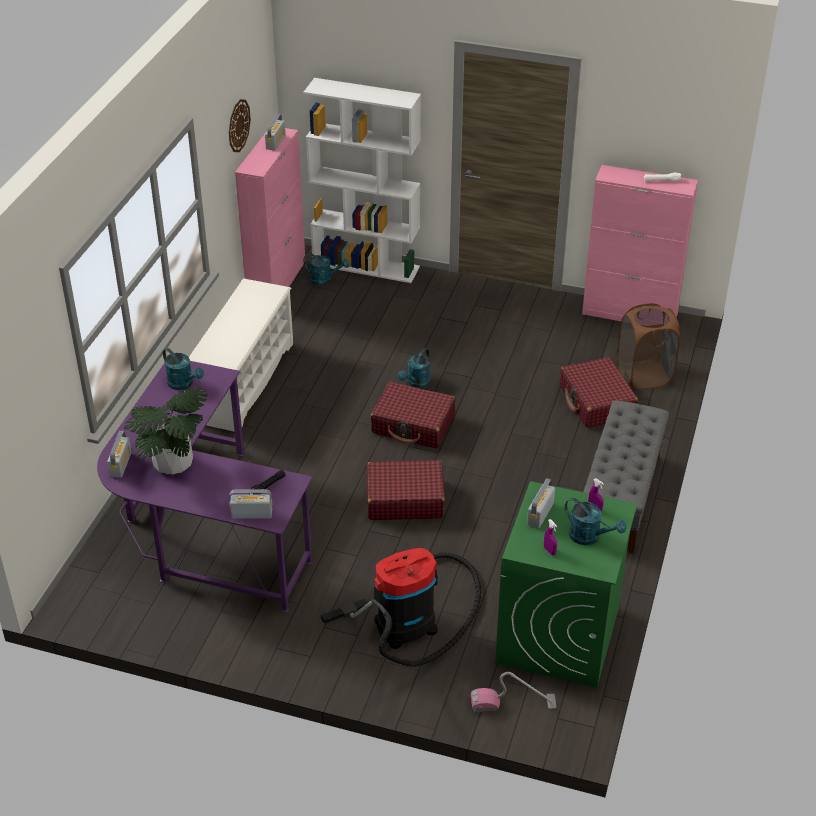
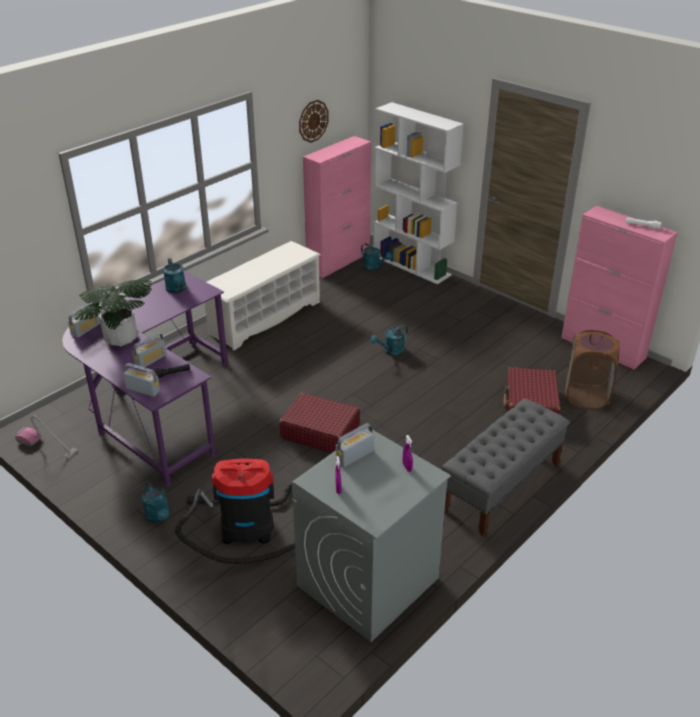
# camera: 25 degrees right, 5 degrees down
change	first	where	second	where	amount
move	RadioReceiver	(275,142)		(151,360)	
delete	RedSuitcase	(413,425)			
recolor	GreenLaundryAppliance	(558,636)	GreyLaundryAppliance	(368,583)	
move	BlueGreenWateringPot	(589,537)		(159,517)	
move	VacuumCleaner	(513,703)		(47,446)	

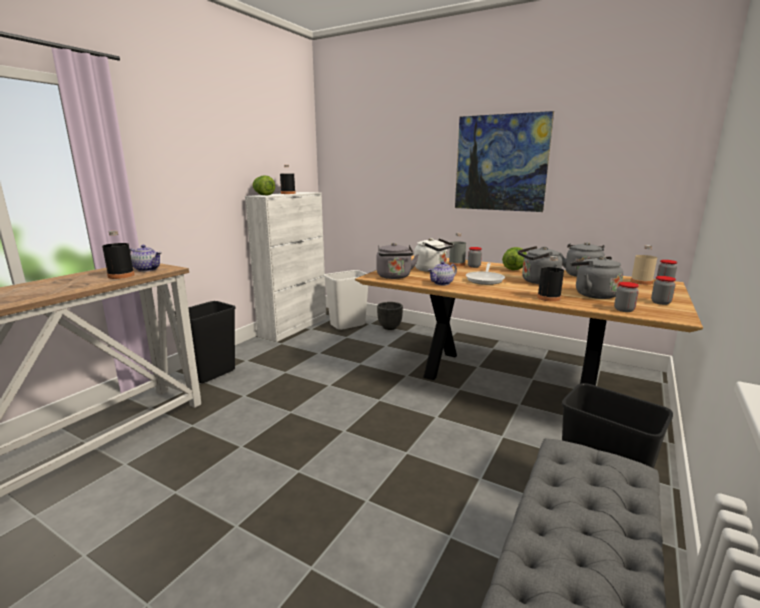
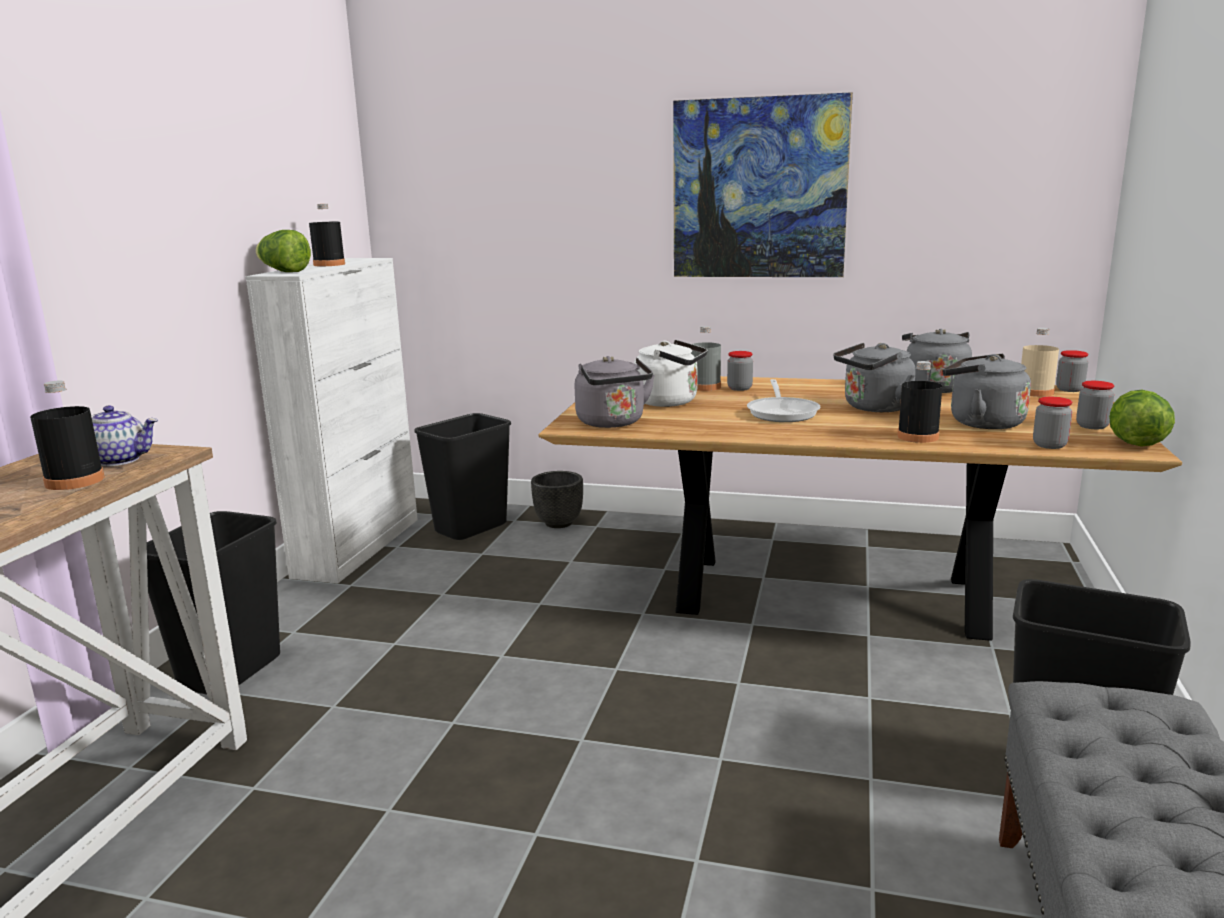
# camera: 15 degrees left, 0 degrees up
change	first	where	second	where	amount
move	LettuceHead	(514,269)		(1135,443)	
delete	TeaPot	(442,283)			
recolor	WhiteTrashCan	(347,325)	BlackColouredTrashCan	(470,528)	

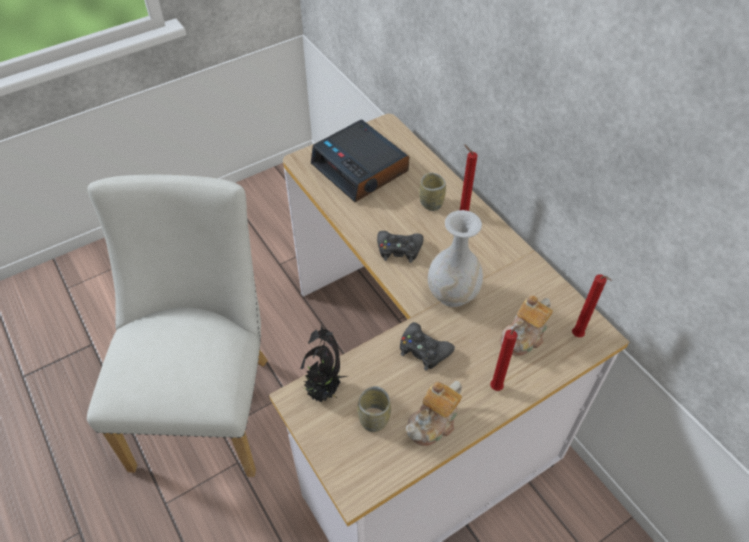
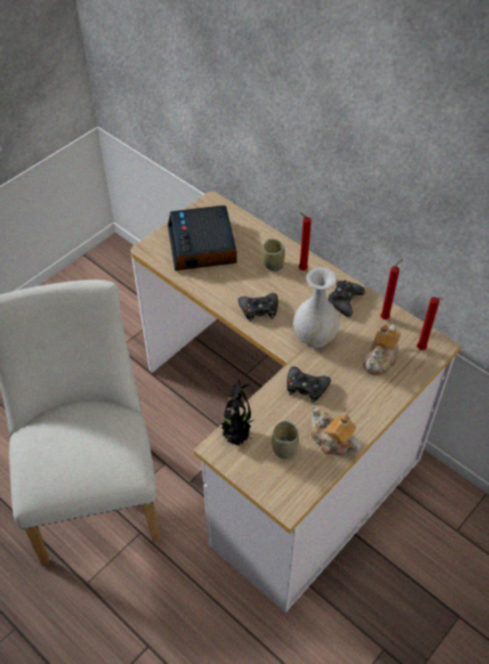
# camera: 15 degrees left, 0 degrees up
change	first	where	second	where	amount
rotate	AlarmClock	(361,168)		(203,246)	45 degrees clockwise
move	RedWaxLight	(498,387)		(386,317)	
rotate	TeaPot	(433,423)		(331,441)	105 degrees clockwise
insert			BlackColouredGamepad	(344,301)	

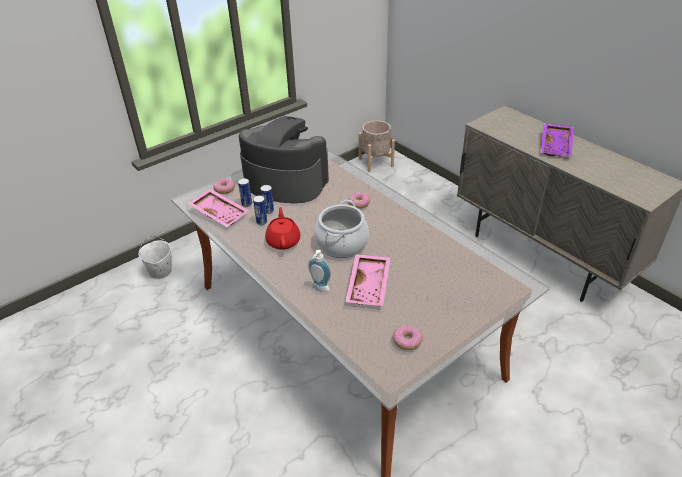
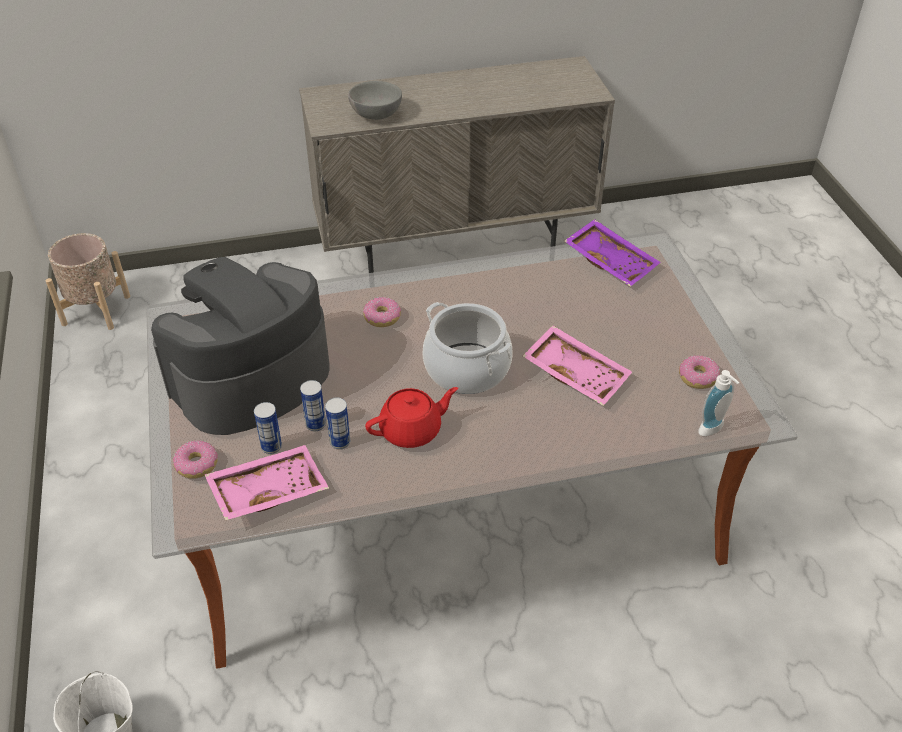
# camera: 65 degrees left, 5 degrees up
change	first	where	second	where	amount
move	PurpleTray	(556,146)		(611,261)	
rotate	RedTeaPot	(283,241)		(412,430)	135 degrees clockwise
move	SoapDispenser	(319,289)		(713,430)	
insert			GreyServingBowl	(374,115)	

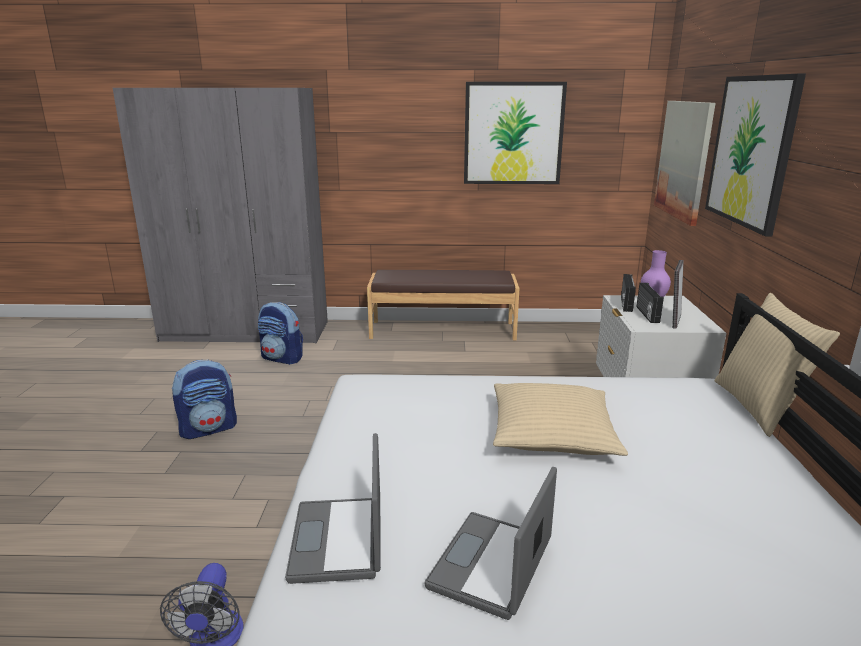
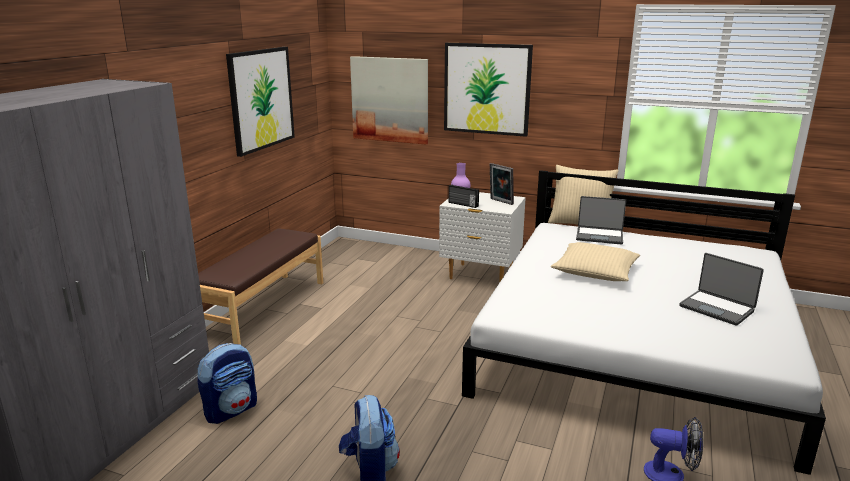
# camera: 70 degrees left, 0 degrees up
change	first	where	second	where	amount
delete	RadioReceiver	(646,314)			
move	PortableComputer	(340,540)		(599,236)	

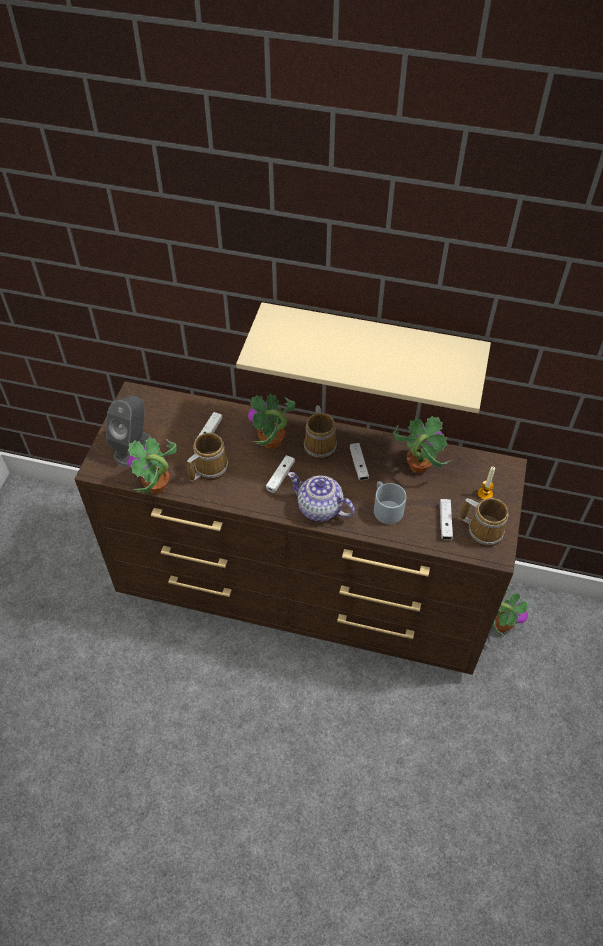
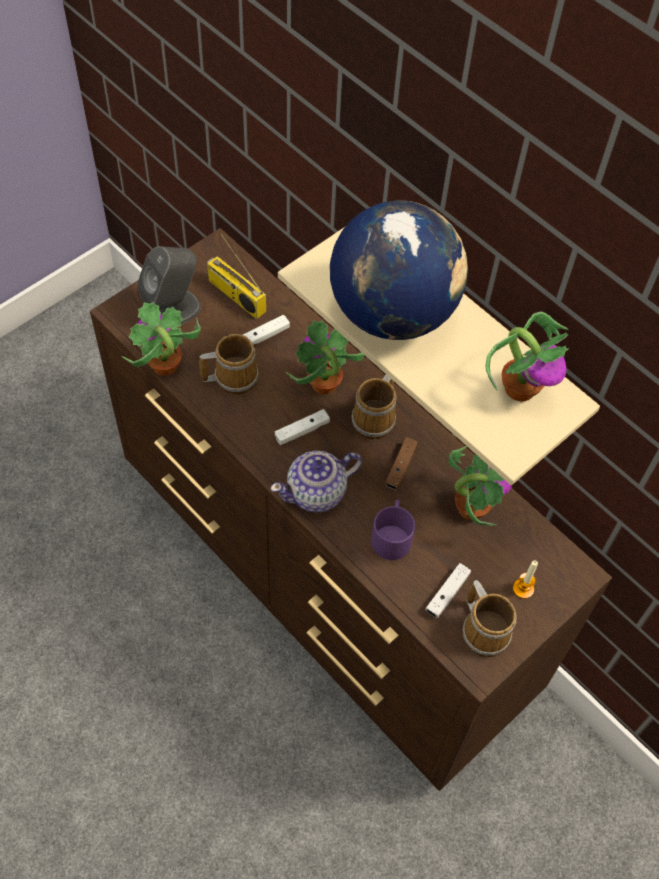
# camera: 30 degrees right, 5 degrees up
change	first	where	second	where	amount
recolor	WhiteGamepad	(358,465)	BrownGamepad	(400,467)	
rotate	TeaPot	(320,508)		(317,493)	90 degrees counterclockwise
recolor	GreyMug	(385,508)	PurpleMug	(391,535)	
move	PottedPlant	(501,624)		(520,387)	
insert			DeskGlobe	(393,313)	
insert			RadioReceiver	(235,296)	

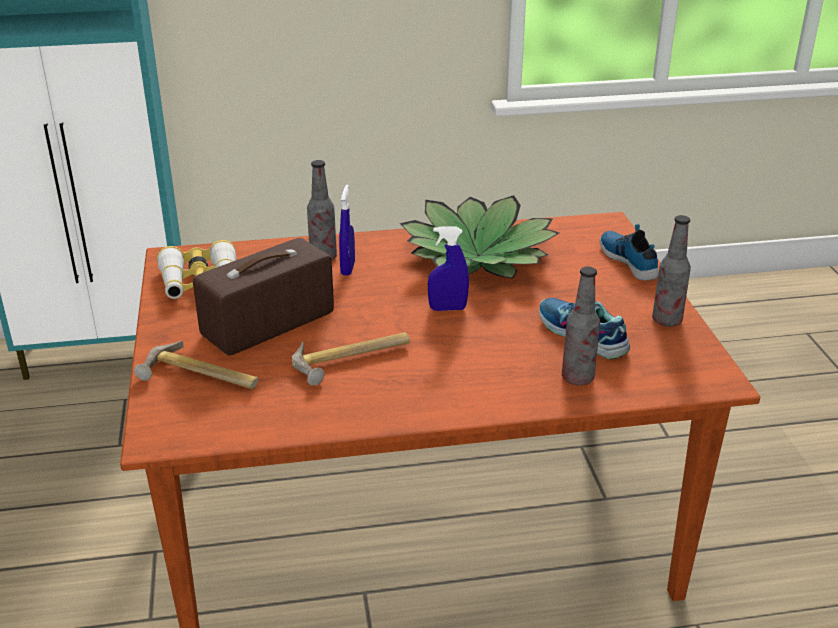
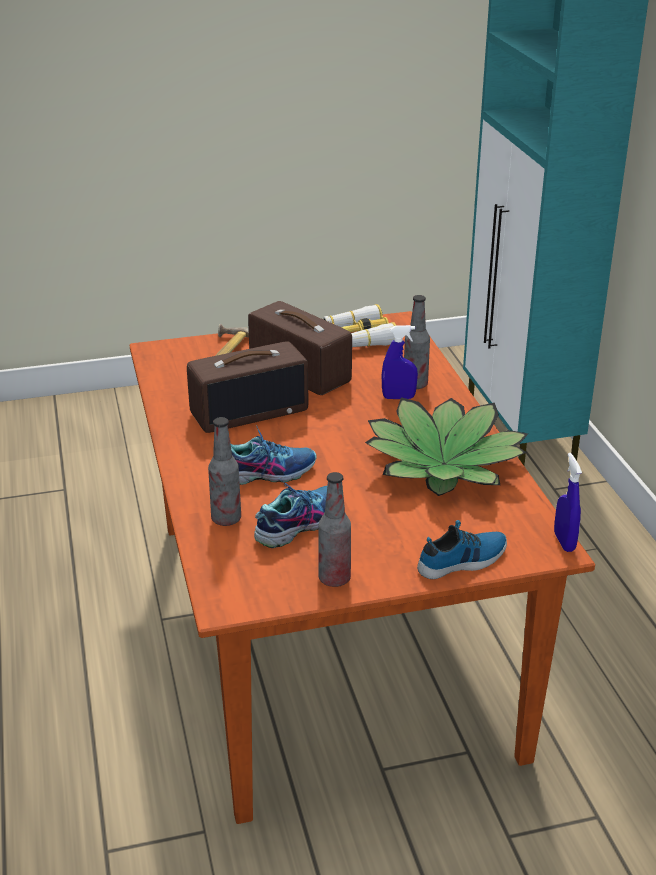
# camera: 85 degrees right, 0 degrees up
change	first	where	second	where	amount
move	BlueSprayer	(447,308)		(564,542)	
replace	ToolHammer	(353,360)	RadioReceiver	(249,411)	
insert			ItemOfFootwear	(266,472)	

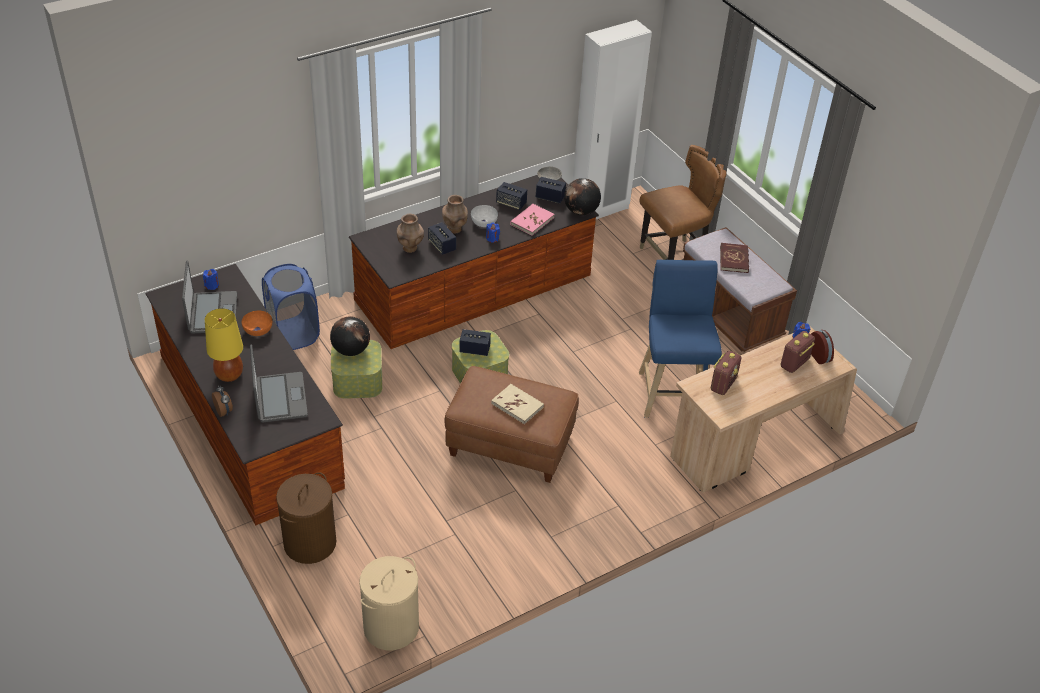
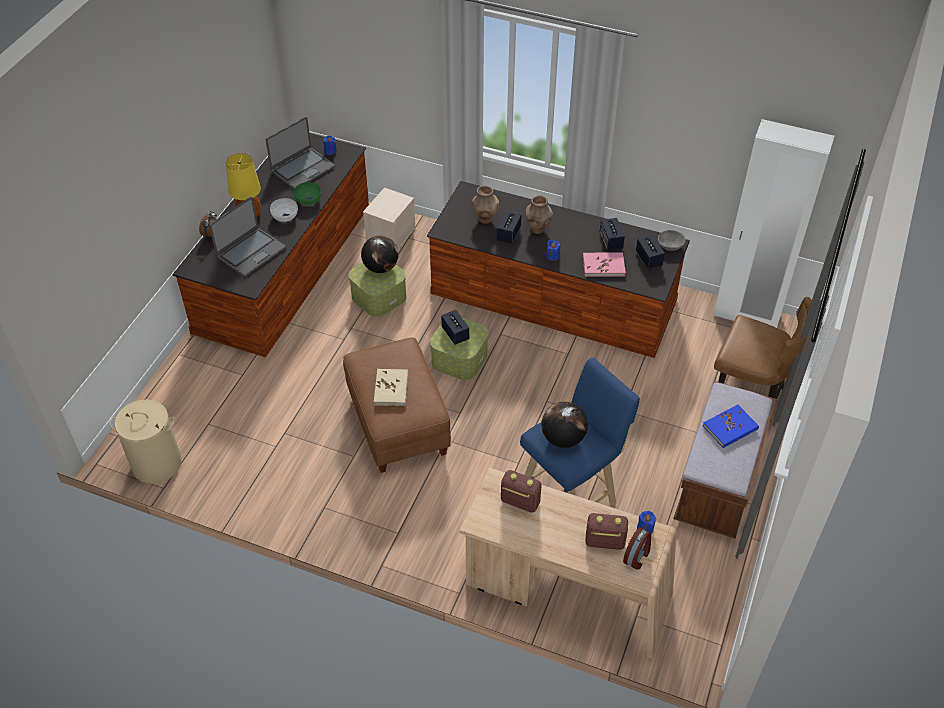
# camera: 55 degrees right, 5 degrees up
change	first	where	second	where	amount
move	DeskGlobe	(581,211)		(562,438)	
move	WhiteServingBowl	(483,223)		(284,216)	
recolor	RedVolume	(734,259)	BlueVolume	(730,428)	
replace	BlueWashingBasket	(293,334)	BeigeColouredStorageBox	(390,234)	
recolor	OrangeColouredServingBowl	(258,330)	GreenServingBowl	(308,200)	
rotate	RadioReceiver	(723,384)		(519,502)	150 degrees counterclockwise
delete	BrownWashingBasket	(310,543)			

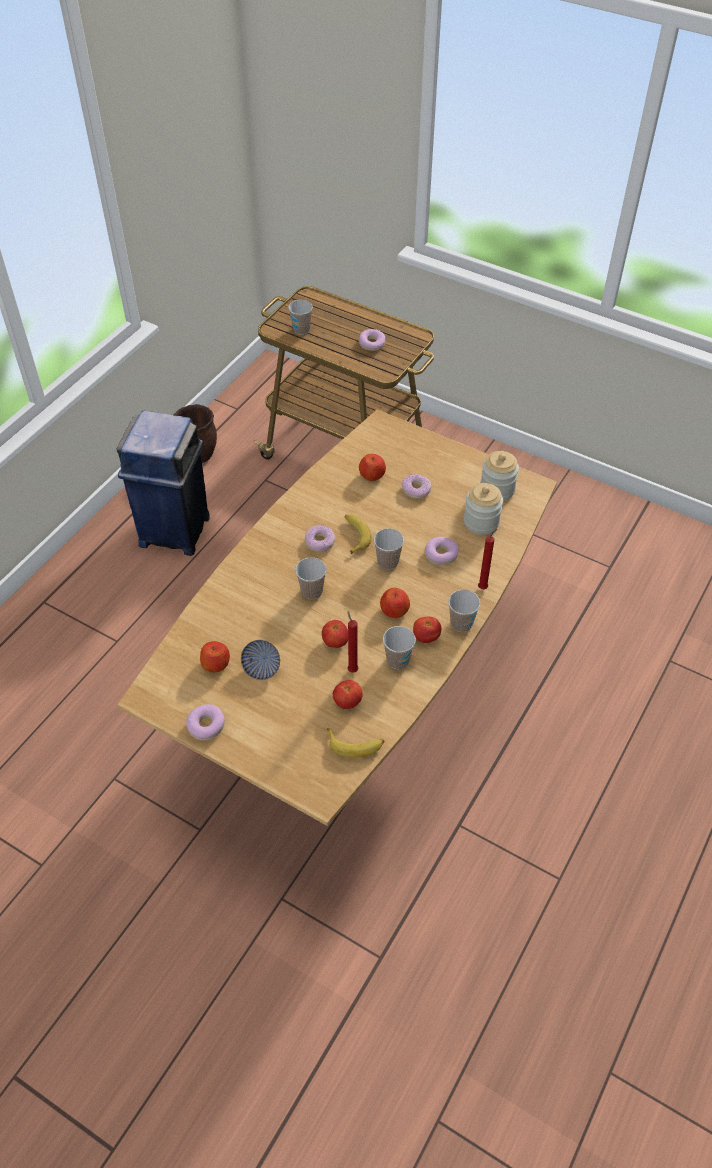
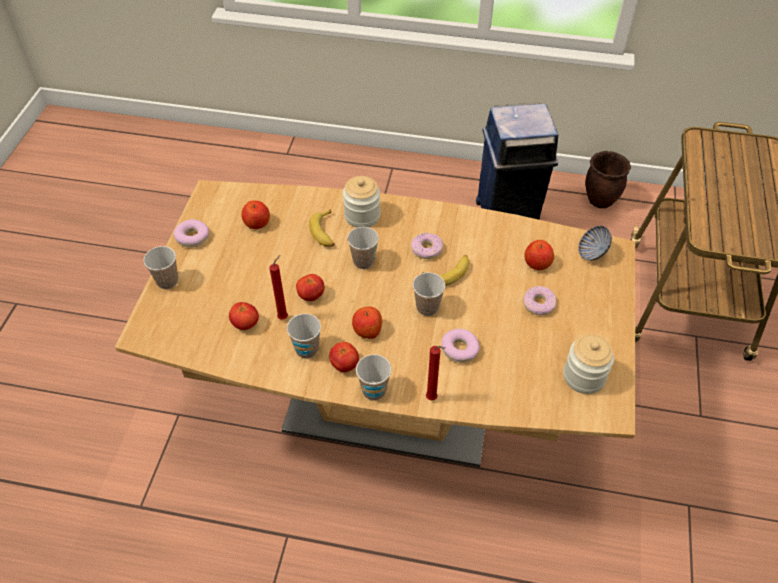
# camera: 70 degrees right, 0 degrees up
change	first	where	second	where	amount
move	SmallCup	(301,330)		(167,281)	
delete	Doughnut	(371,344)			
move	PreserveJar	(481,522)		(362,216)	
move	ServingBowl	(261,668)		(592,253)	
move	BananaFruit	(355,745)		(325,232)	

